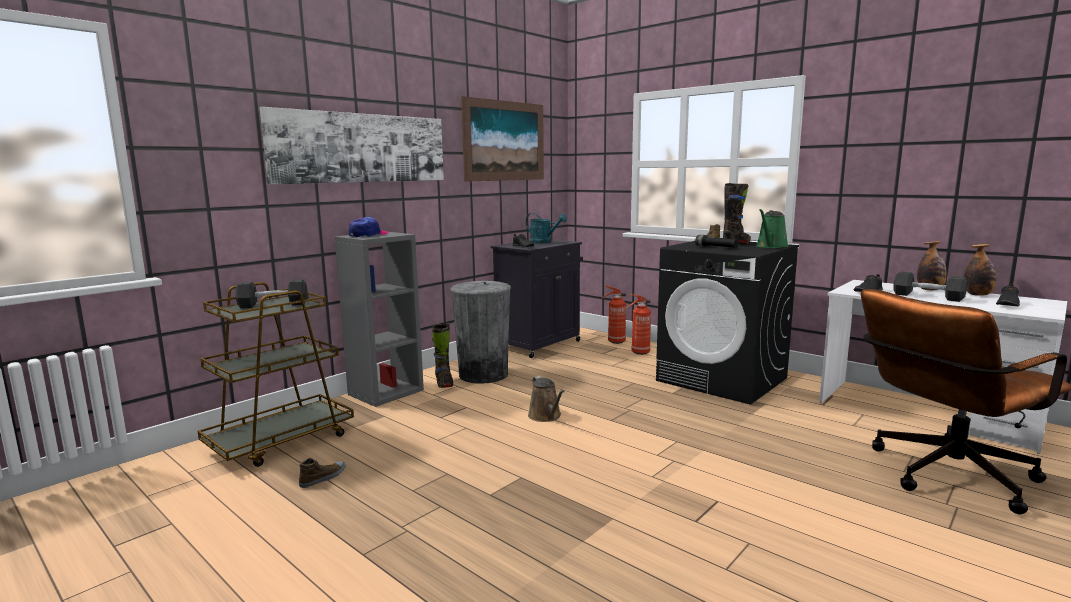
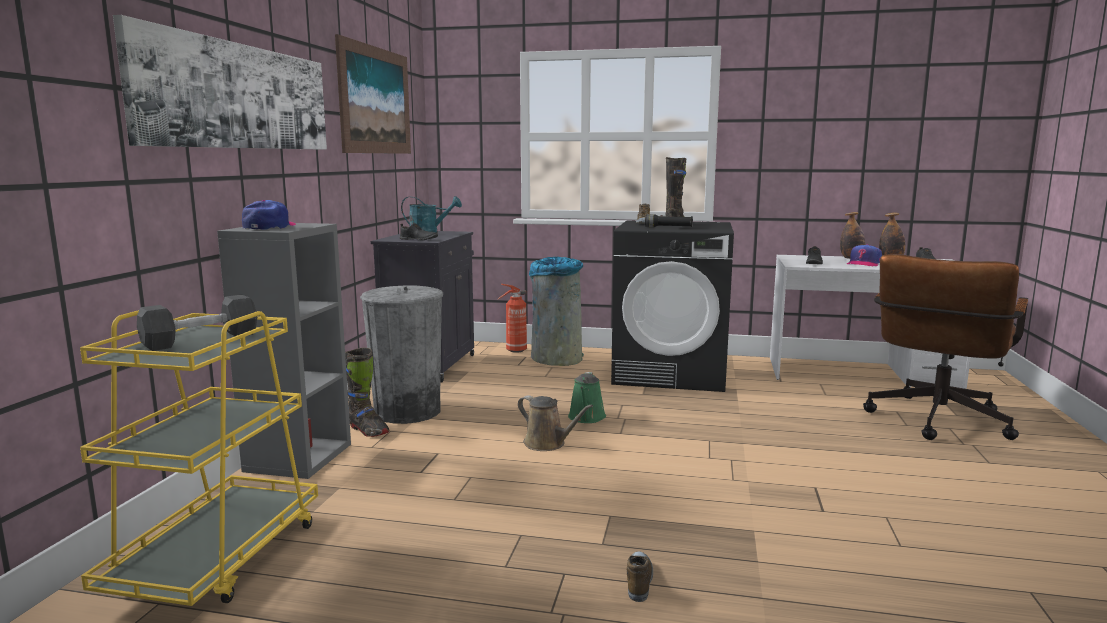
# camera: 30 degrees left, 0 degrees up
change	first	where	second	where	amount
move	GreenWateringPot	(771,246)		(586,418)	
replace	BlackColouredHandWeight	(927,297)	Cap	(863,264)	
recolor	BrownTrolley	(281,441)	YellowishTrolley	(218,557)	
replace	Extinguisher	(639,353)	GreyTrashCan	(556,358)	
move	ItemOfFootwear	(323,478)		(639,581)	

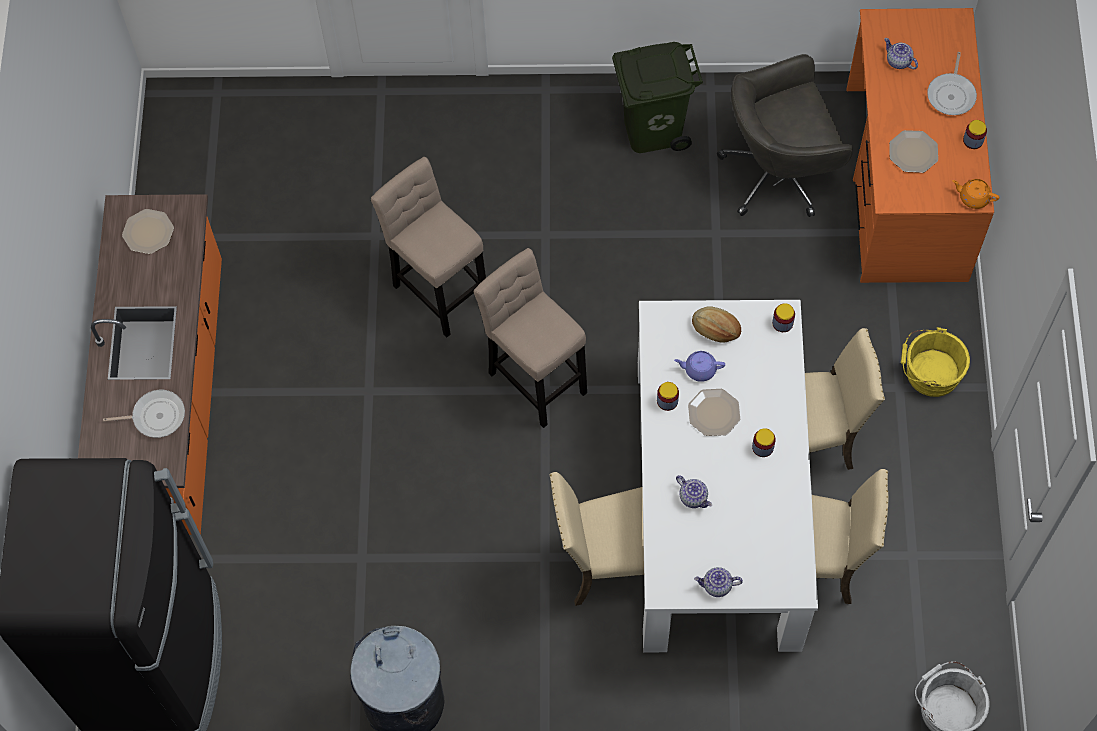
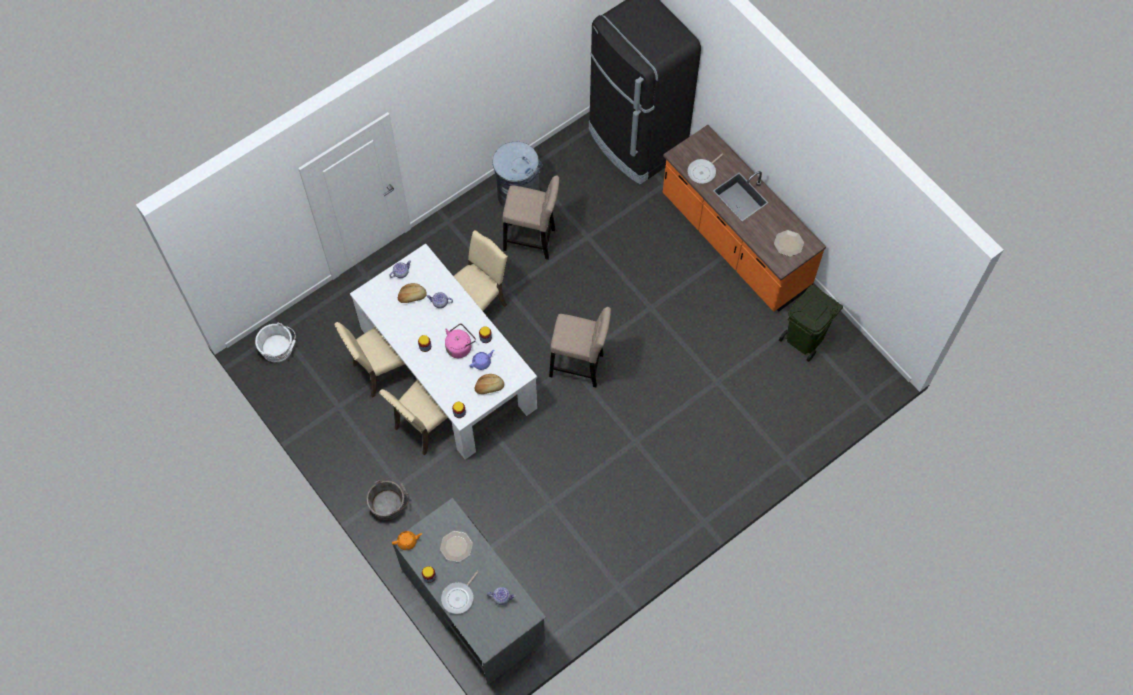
# camera: 140 degrees right, 0 degrees up
change	first	where	second	where	amount
recolor	OrangeColouredDeskTable	(905,183)	GreyDeskTable	(473,604)	
move	GreenTrashCan	(652,129)		(805,339)	
rotate	FryingPan	(951,94)		(459,597)	120 degrees counterclockwise
delete	GreyDeskChair	(779,172)			
move	BeigeColouredSittingStool	(438,289)		(532,241)	
recolor	YellowishWaterBucket	(929,372)	GreyWaterBucket	(389,504)	
replace	FlatDish	(713,412)	PinkColouredWaterKettle	(460,347)	
insert			BakedBread	(412,296)	

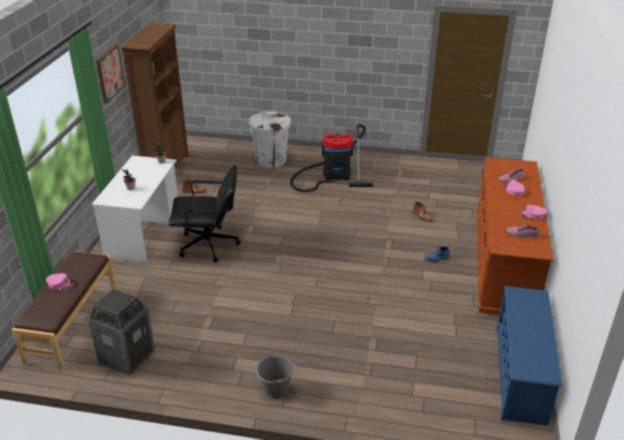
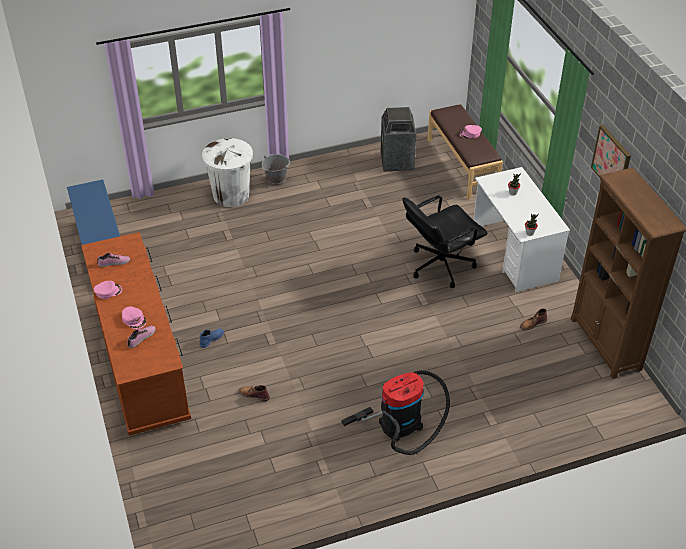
# camera: 150 degrees right, 10 degrees up
change	first	where	second	where	amount
move	WhiteTrashCan	(271,160)		(231,195)	

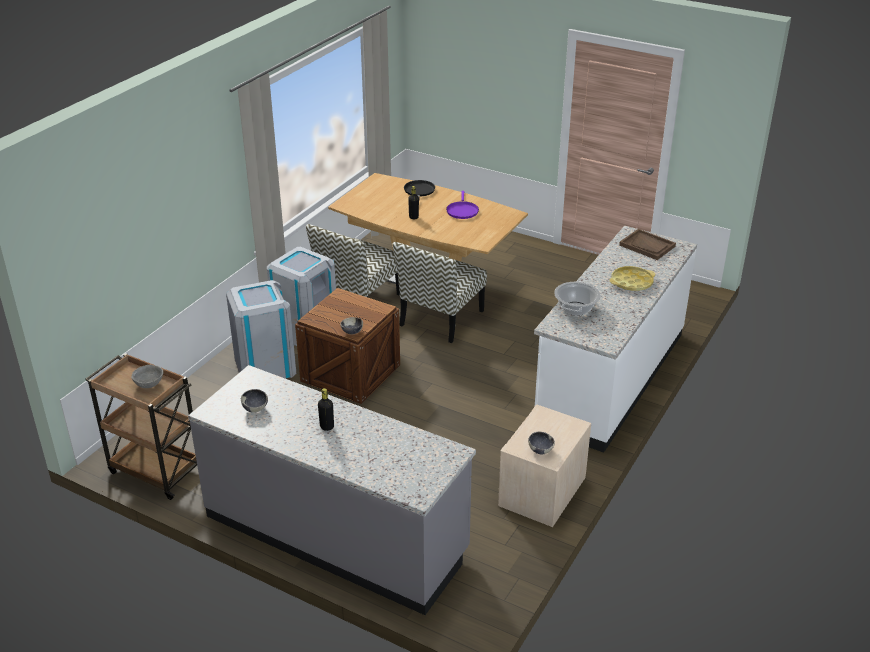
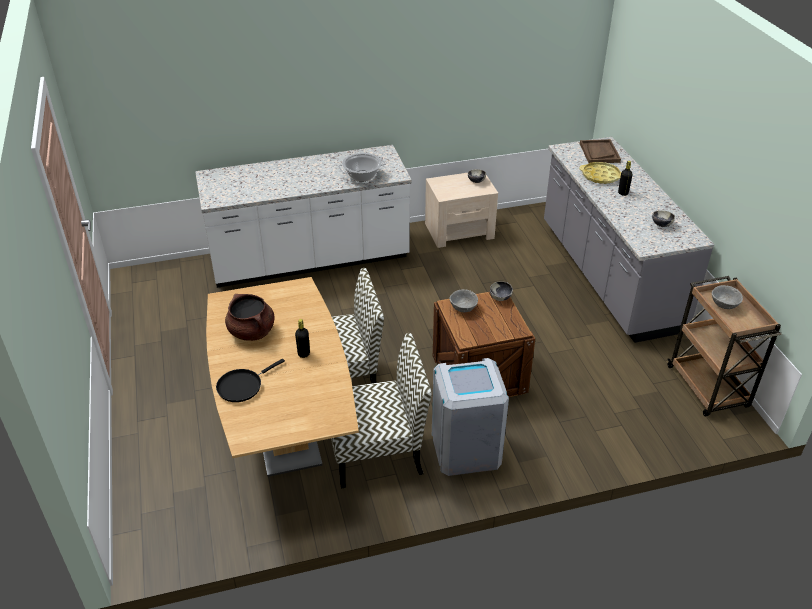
# camera: 135 degrees left, 5 degrees up
change	first	where	second	where	amount
replace	PurpleFryingPan	(462,211)	BrownStockpot	(252,332)	
move	BrownTray	(647,246)		(599,153)	
move	YellowishTray	(631,282)		(600,176)	
delete	GreyTrashCan	(265,366)			
insert			GreyServingBowl	(463,308)	

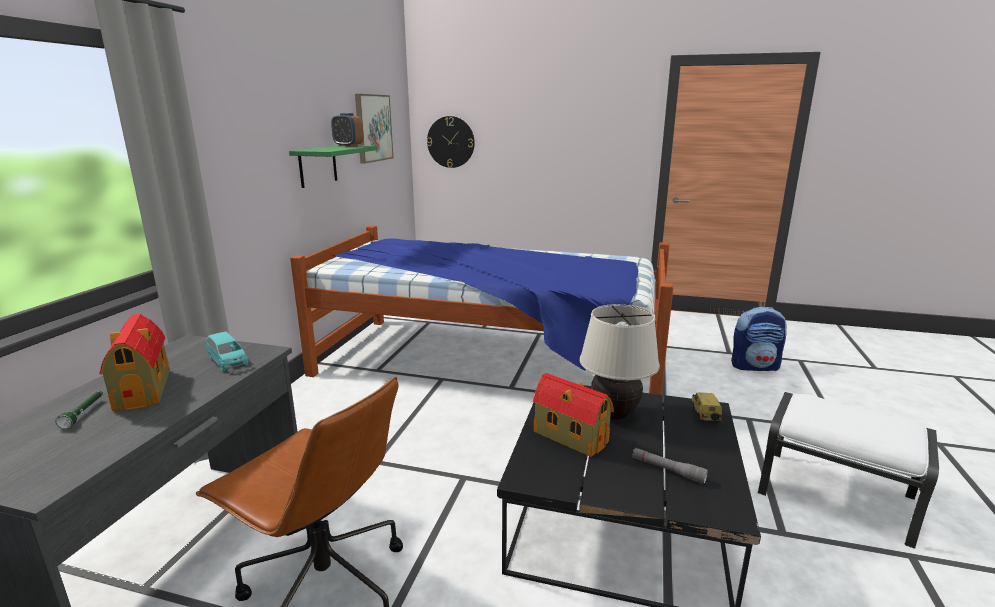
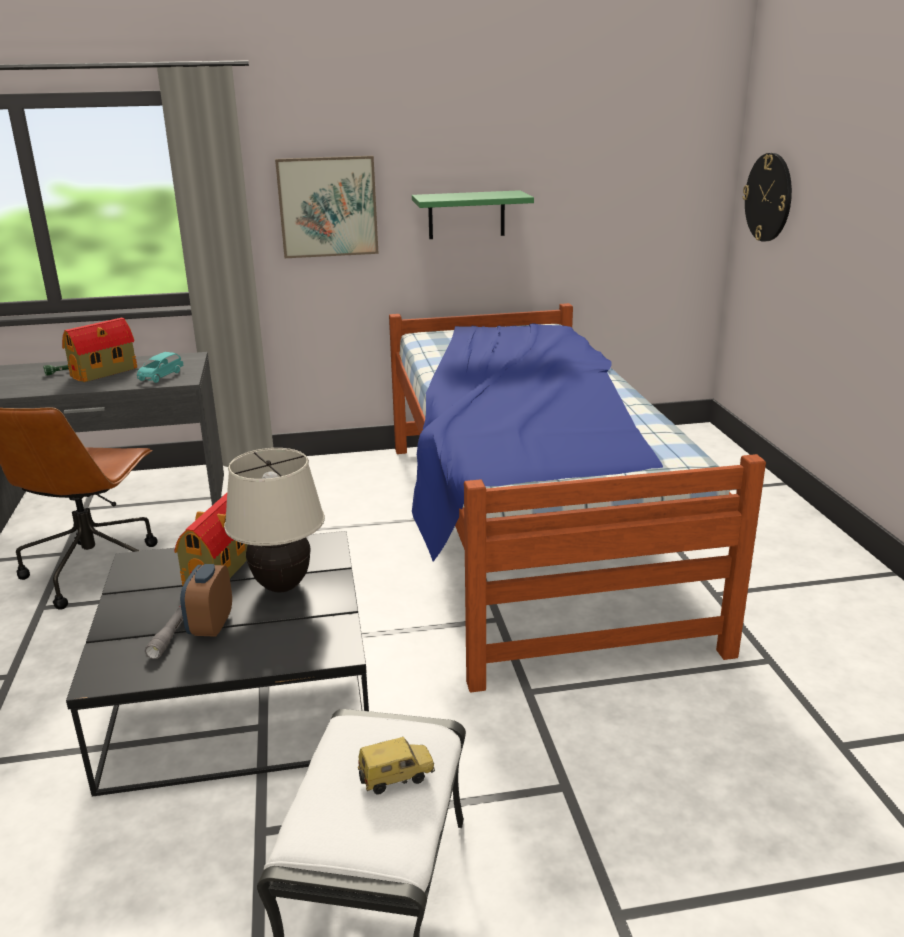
# camera: 65 degrees right, 5 degrees up
change	first	where	second	where	amount
move	Picture	(373,128)		(328,207)	
move	AlarmClock	(348,146)		(211,626)	
delete	Rucksack	(755,366)			
move	ToyCar	(703,415)		(396,777)	

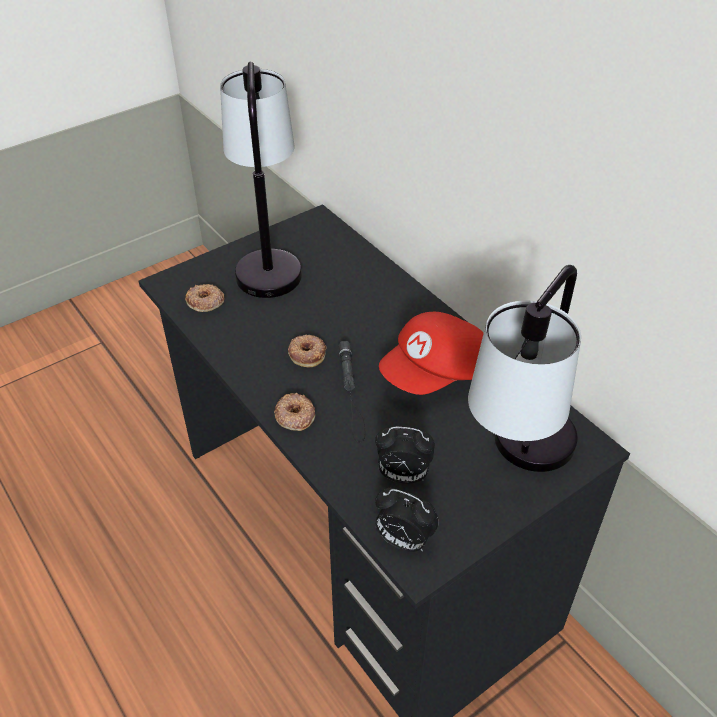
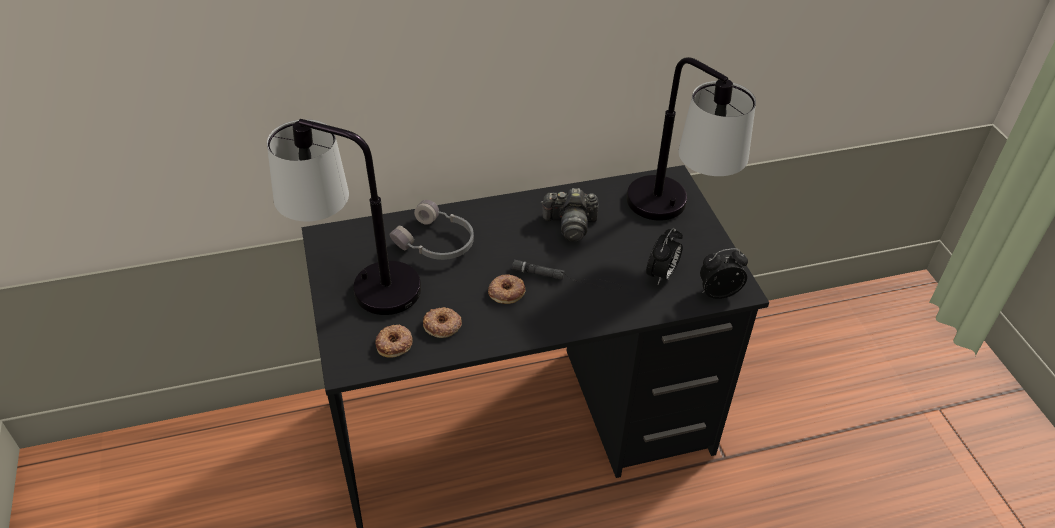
# camera: 70 degrees left, 0 degrees up
change	first	where	second	where	amount
replace	RedCap	(438,374)	PhotoCamera	(570,225)	
move	Doughnut	(294,415)		(442,325)	
rotate	AlarmClock	(403,540)		(718,292)	150 degrees counterclockwise
insert			GreyHeadset	(436,243)	

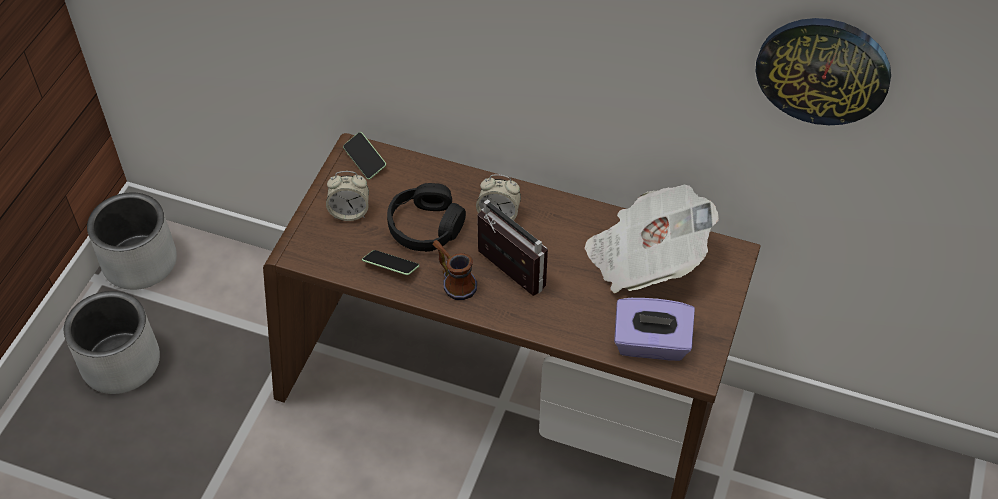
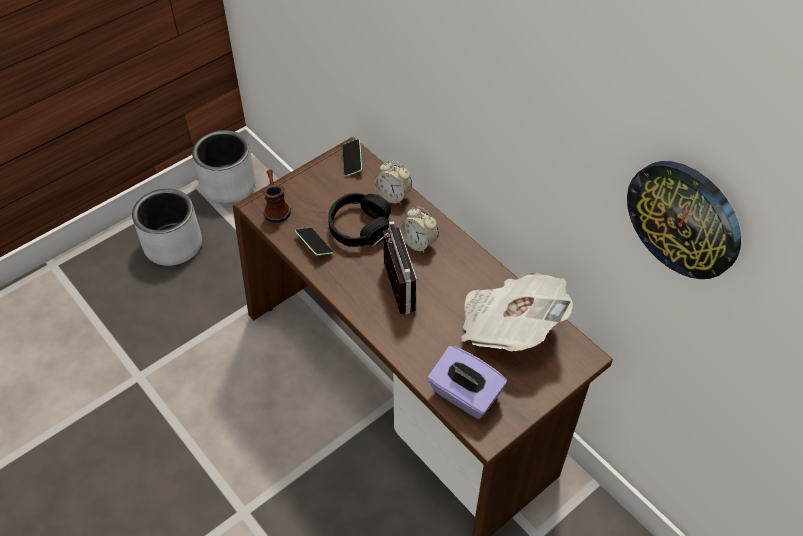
# camera: 30 degrees right, 0 degrees up
change	first	where	second	where	amount
move	AlarmClock	(349,212)		(393,196)	
move	Mug	(453,281)		(276,207)	

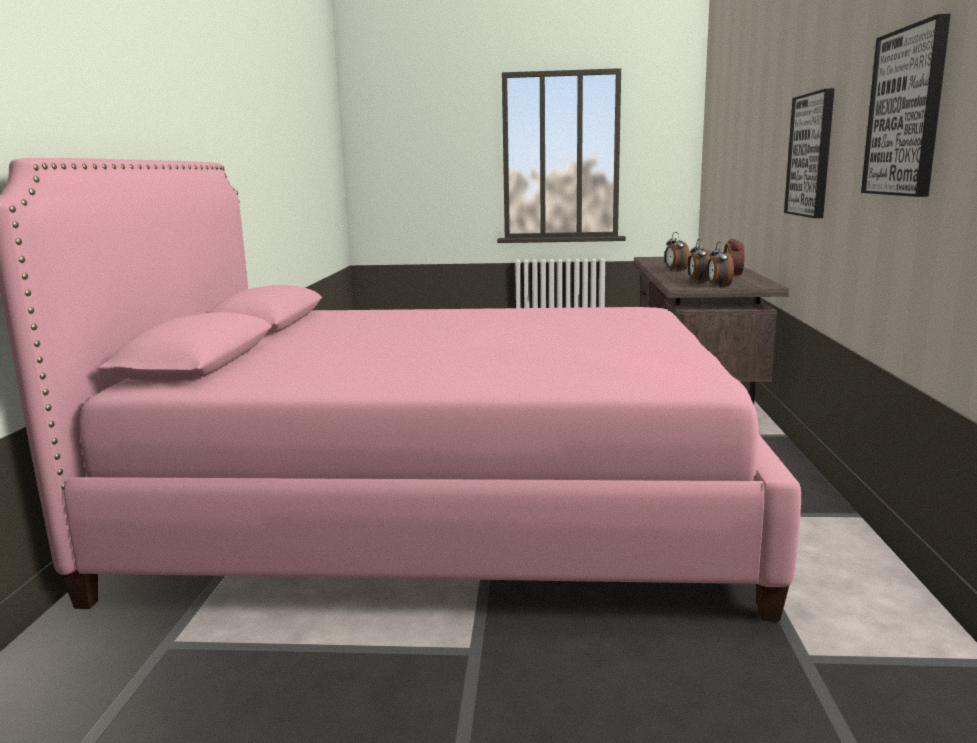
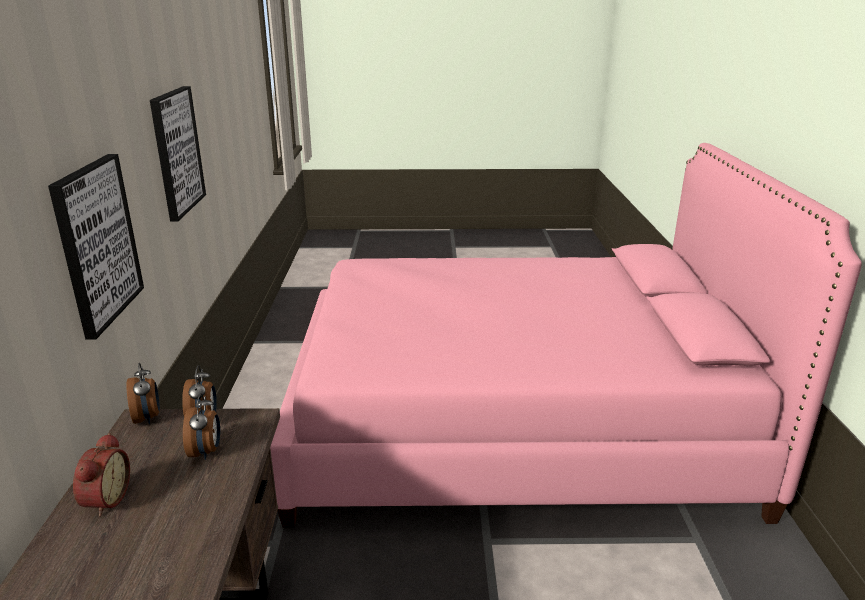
# camera: 175 degrees right, 10 degrees up
change	first	where	second	where	amount
move	AlarmClock	(675,270)		(148,418)	

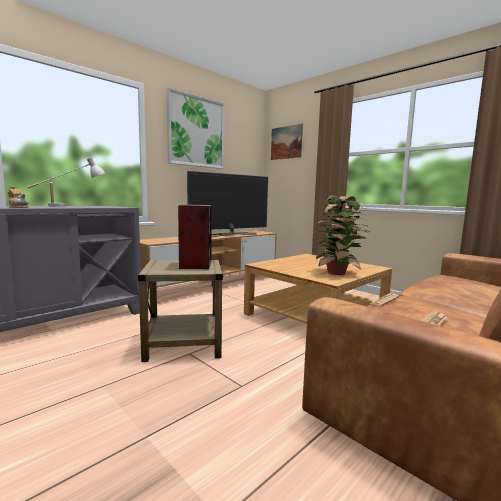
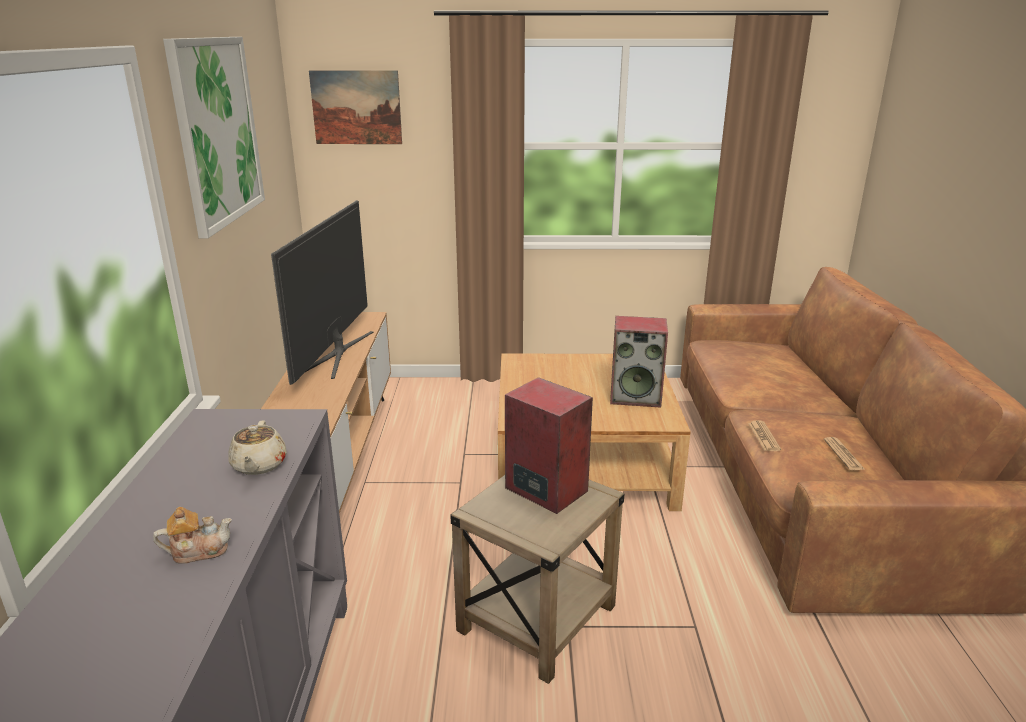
# camera: 45 degrees left, 15 degrees up
change	first	where	second	where	amount
delete	WhiteTableLamp	(69,206)			
replace	PottedPlant	(337,272)	AudioSpeaker	(636,396)	
insert			BeigeColouredTeaPot	(259,465)	

